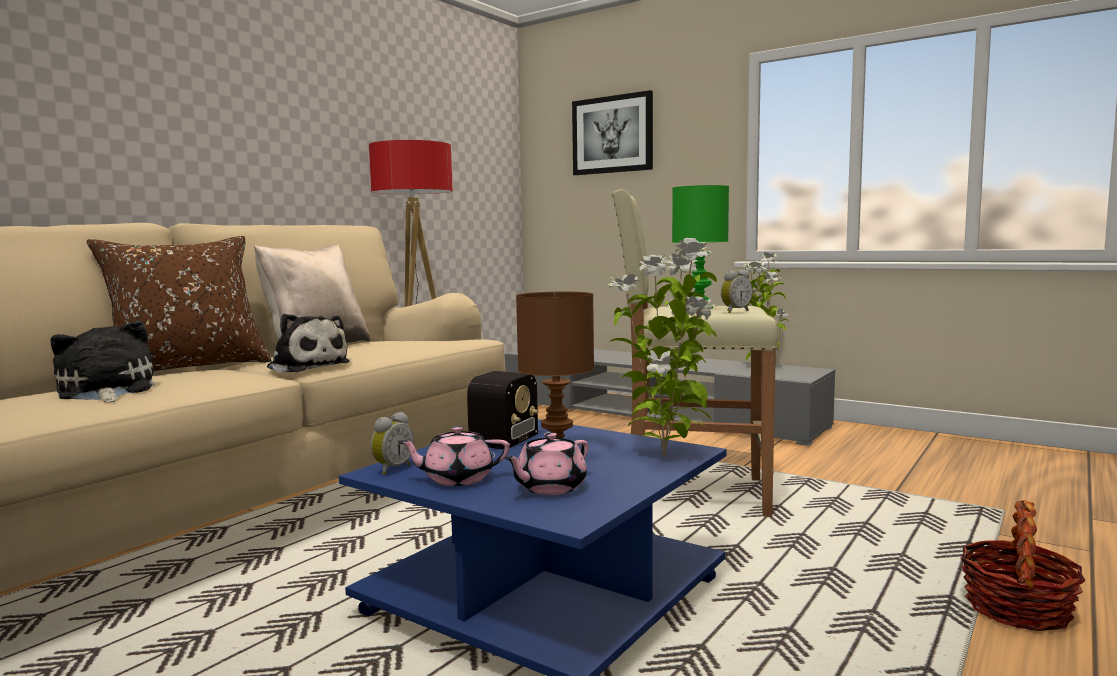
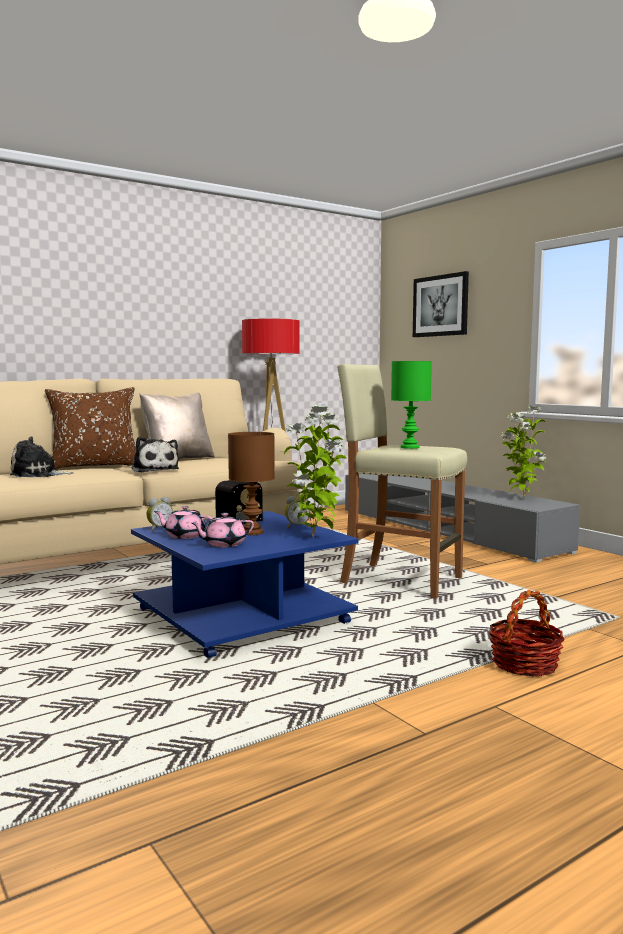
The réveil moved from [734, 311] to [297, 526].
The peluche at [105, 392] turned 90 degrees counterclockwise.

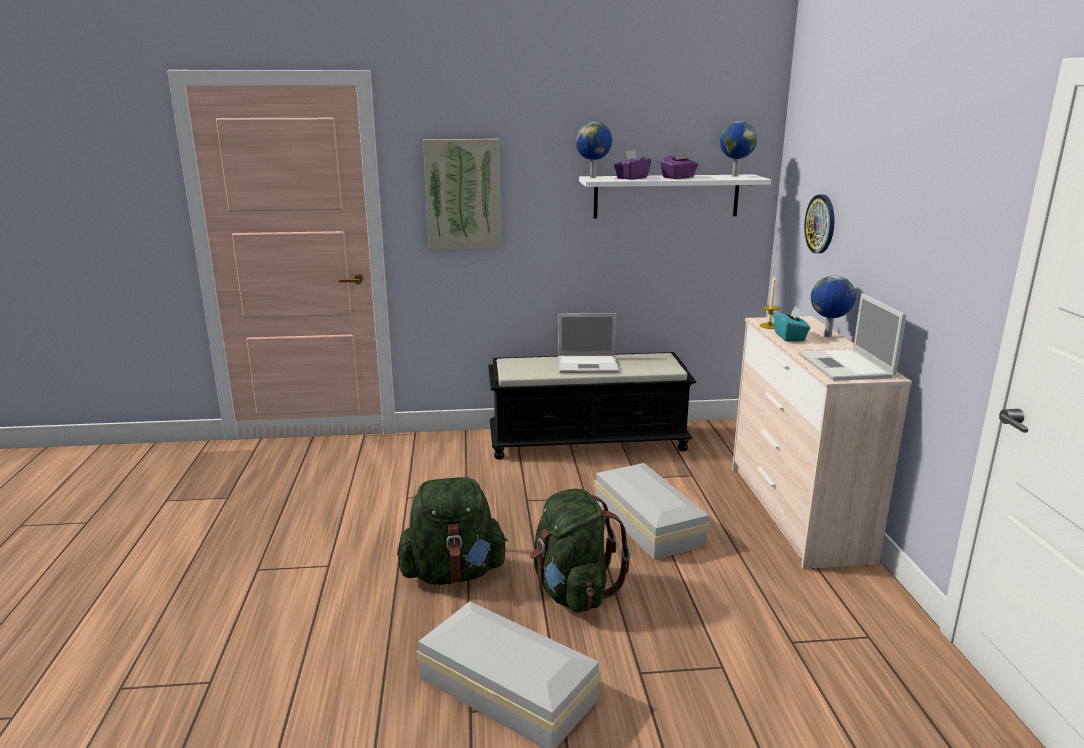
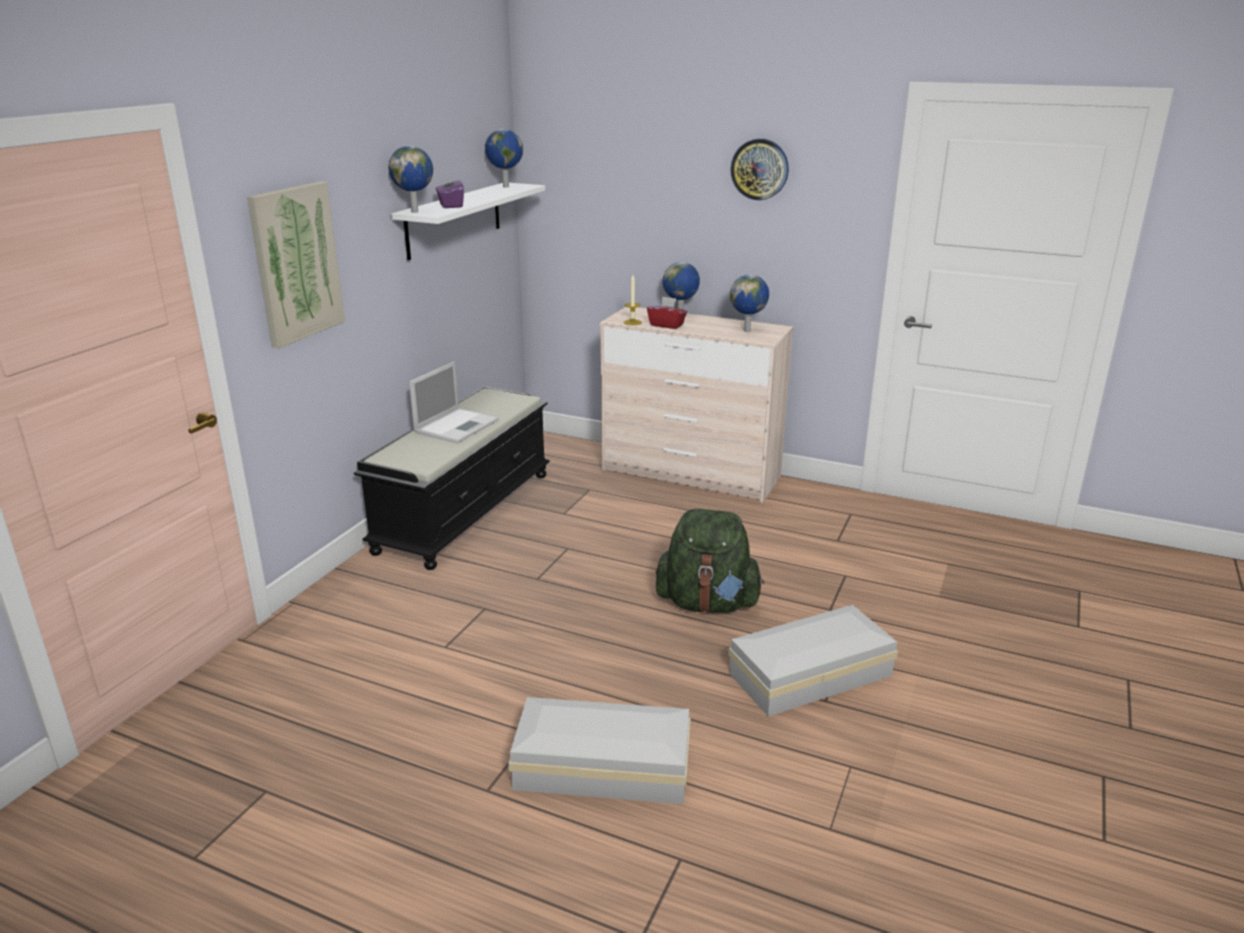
The boîte à mouchoirs (violet) at [678, 177] disappeared.
The horloge murale moved from [821, 224] to [759, 169].
The ordinateur portable at [846, 366] was replaced by the globe at [748, 331].
The boîte à mouchoirs (turquoise) at [789, 337] became the boîte à mouchoirs (rouge) at [666, 325].
The boîte de rangement (blanc) moved from [648, 521] to [600, 765].
The sac à dos (vert) at [453, 573] disappeared.

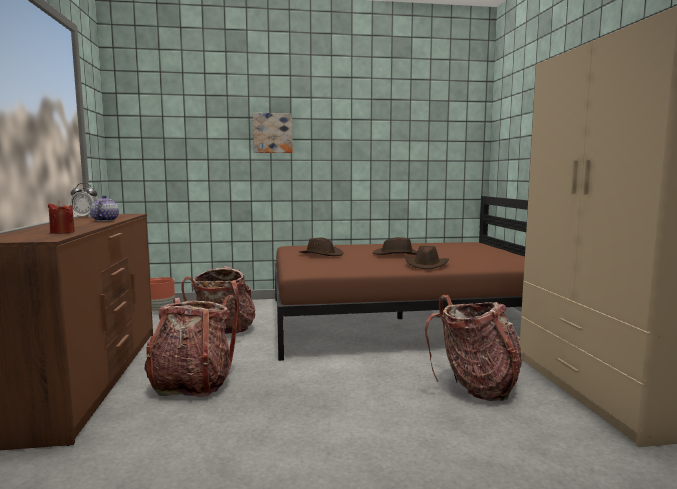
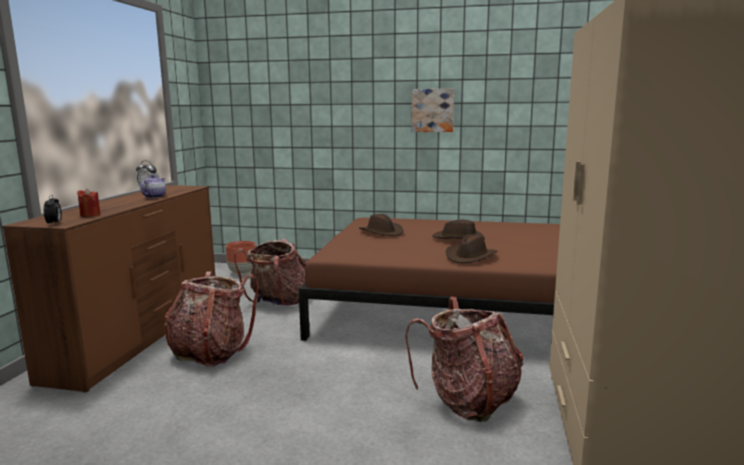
The tableau moved from [272, 133] to [432, 110].
The réveil at [54, 223] appeared.

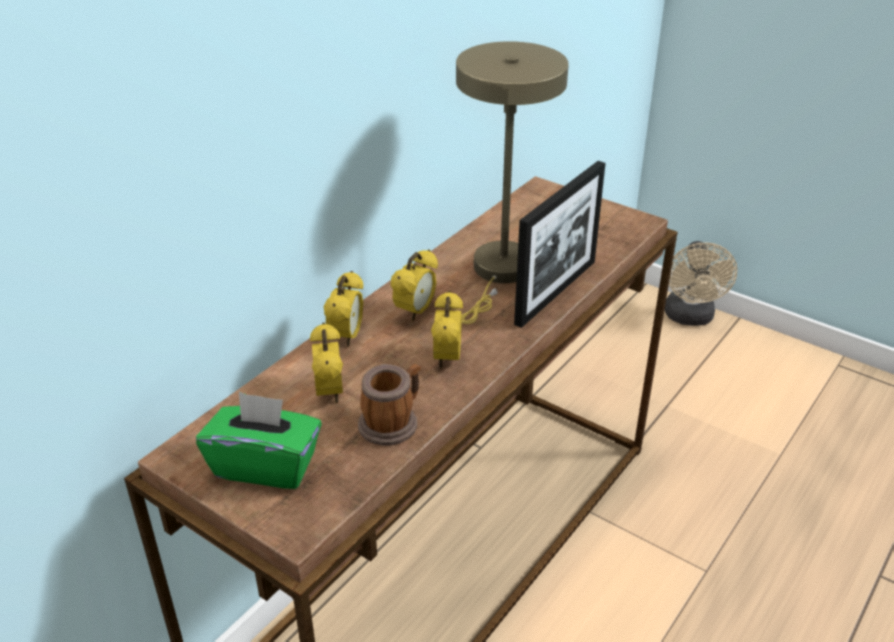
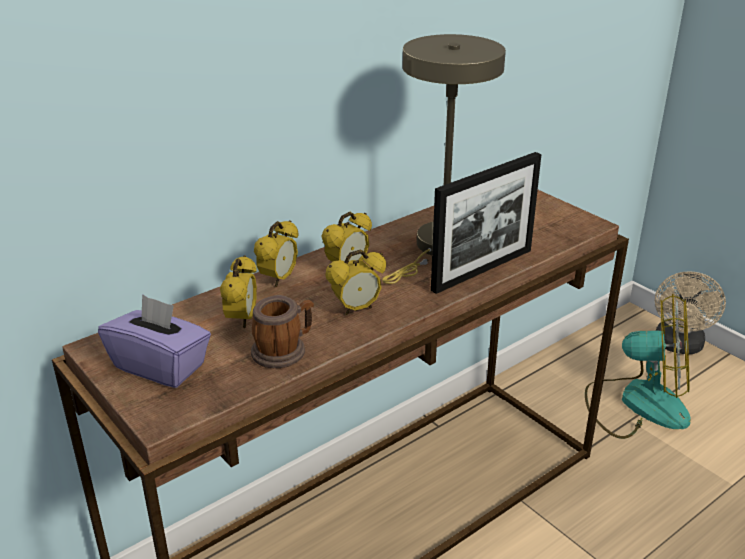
The réveil at [447, 359] turned 135 degrees counterclockwise.
The boîte à mouchoirs (vert) at [266, 465] became the boîte à mouchoirs (violet) at [161, 366].
The ventilateur at [637, 403] appeared.

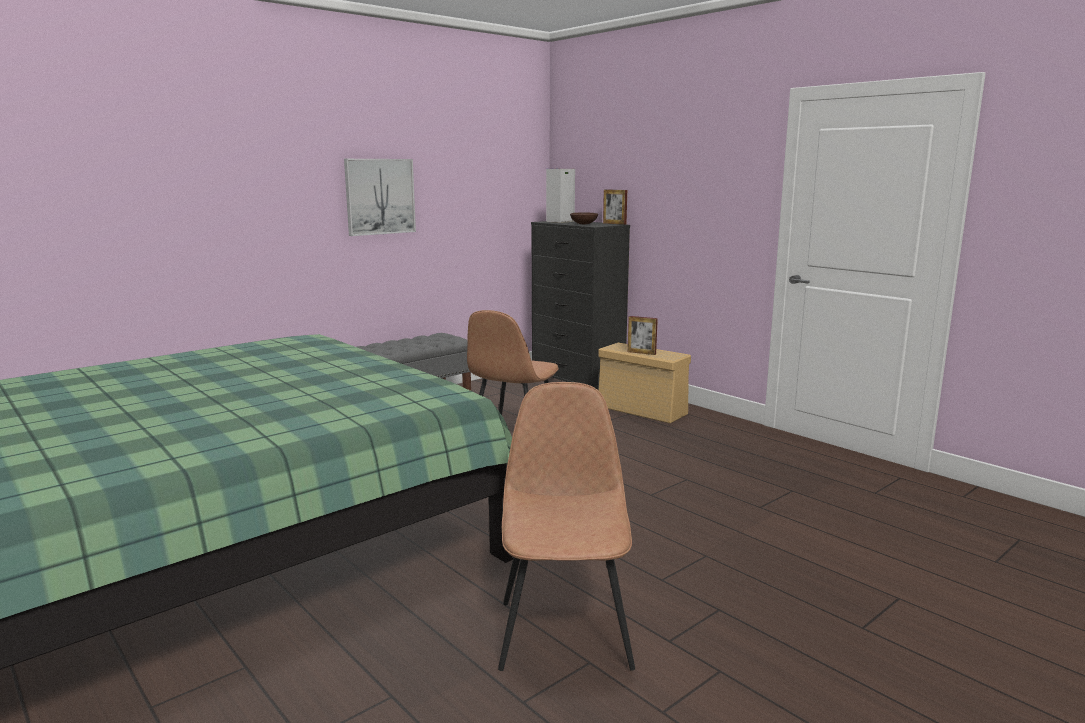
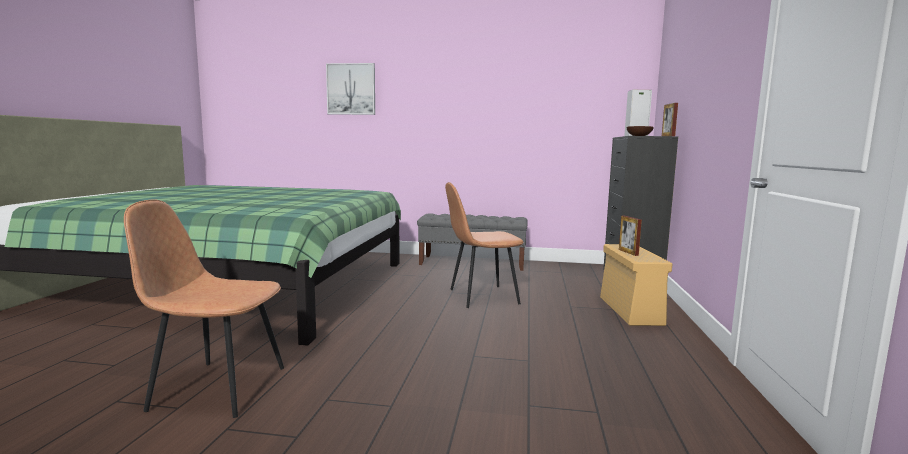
The tableau moved from [380, 196] to [351, 89].
The chaise (marron) at [565, 631] turned 135 degrees counterclockwise.

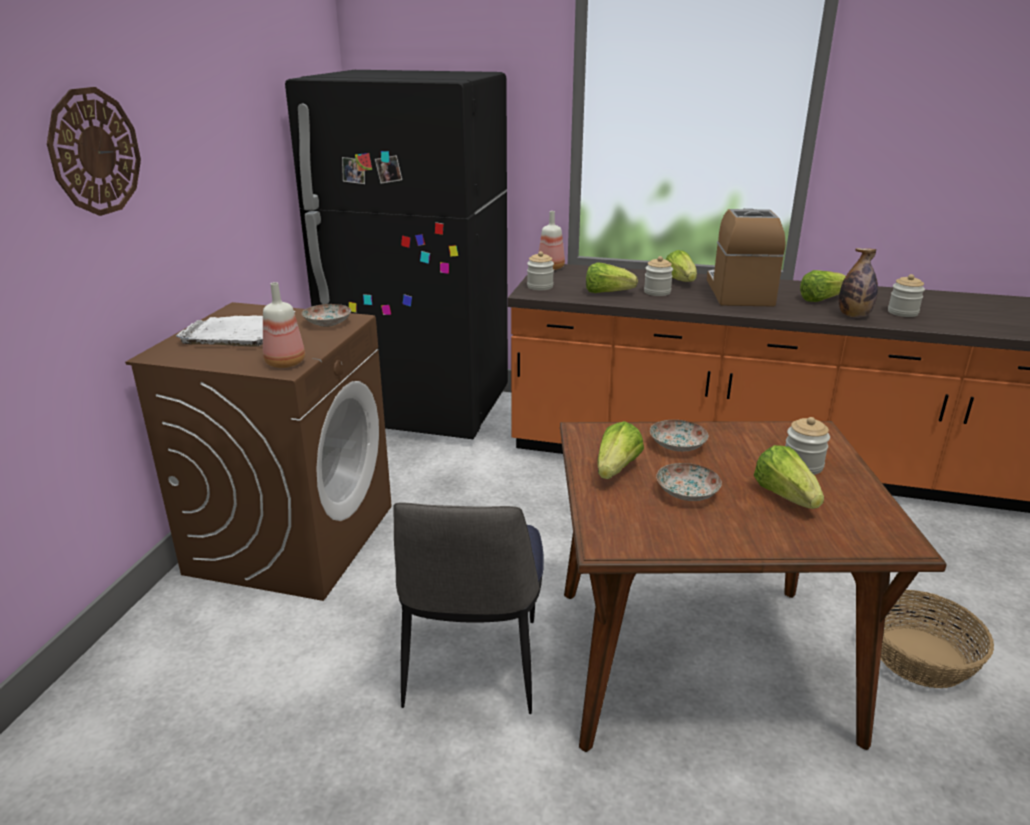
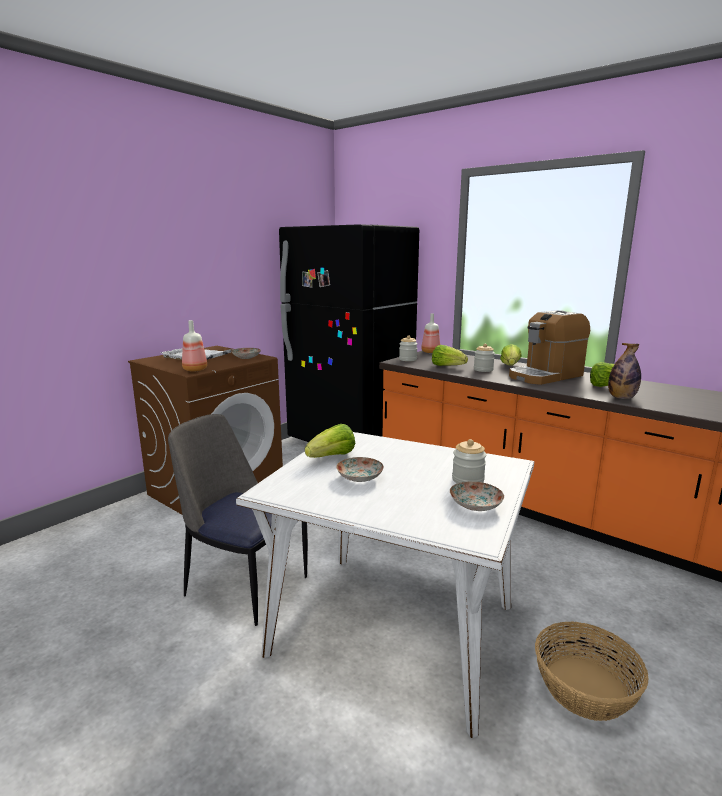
The horloge murale at [94, 152] disappeared.
The machine à café at [739, 292] turned 150 degrees counterclockwise.
The bocal at [902, 312] disappeared.
The assiette moved from [678, 445] to [476, 505].
The table à manger (marron) at [698, 662] became the table à manger (blanc) at [392, 629].
The laitue at [785, 496] disappeared.
The chaise at [472, 666] turned 90 degrees clockwise.

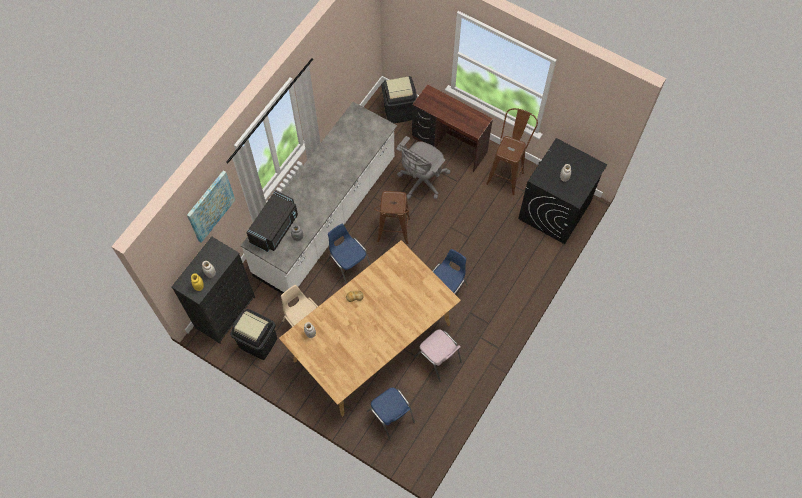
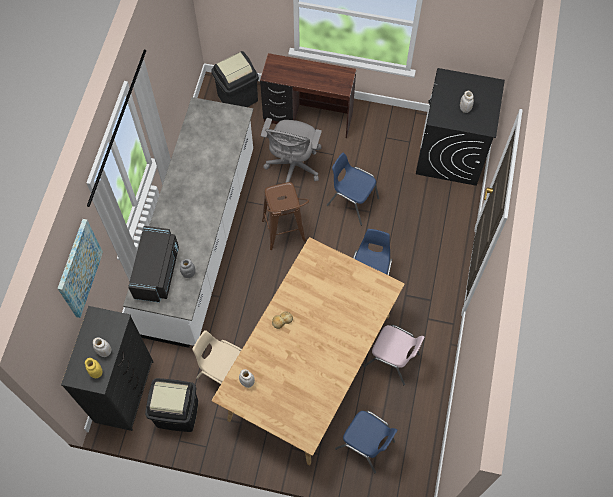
The tabouret (marron) at [507, 173] disappeared.
The chaise (bleu) moved from [348, 265] to [352, 202].

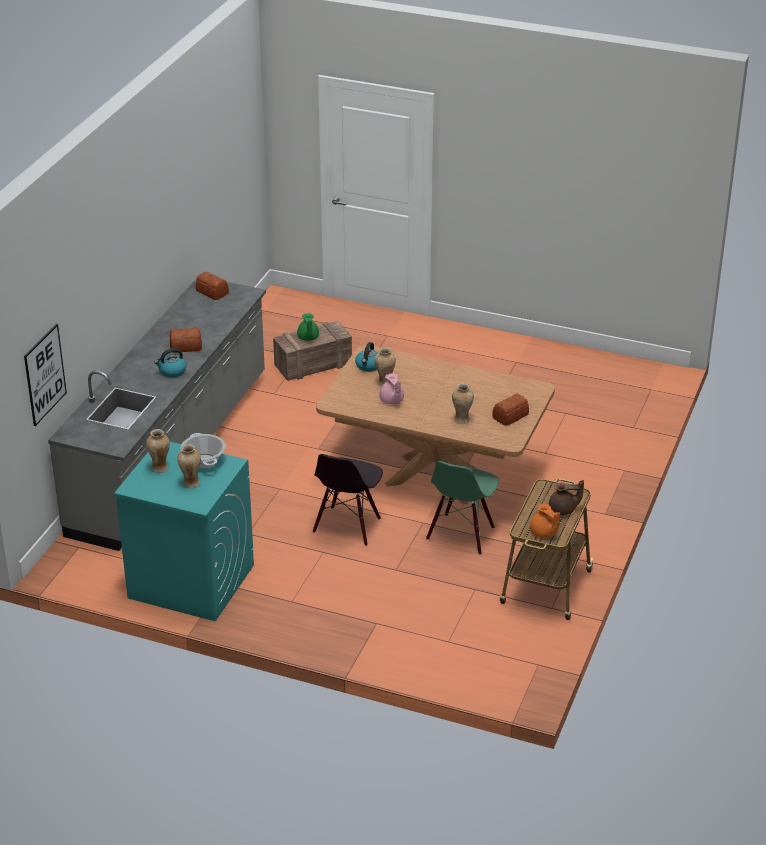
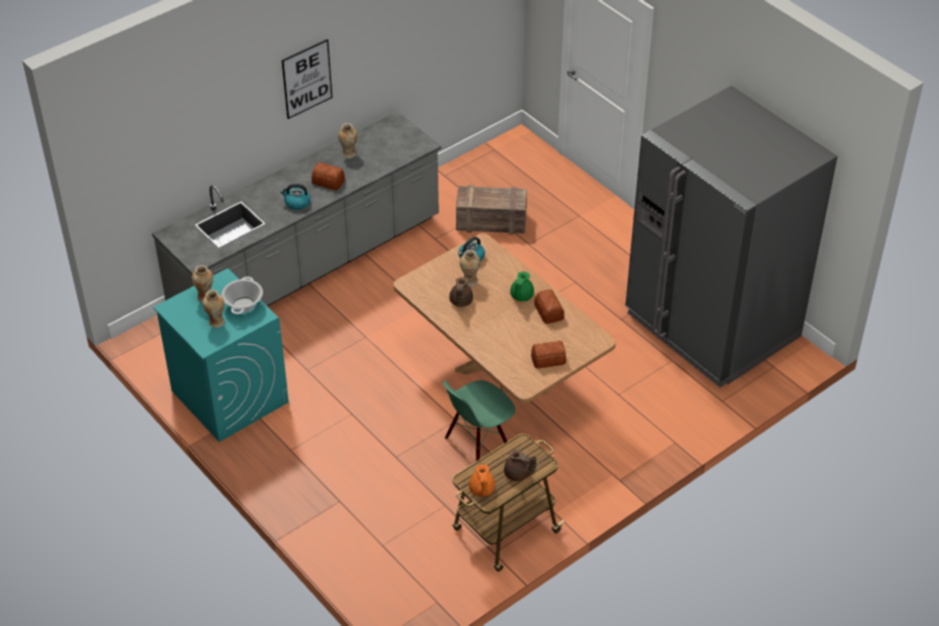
The pain moved from [212, 292] to [548, 312].
The théière (vert) moved from [308, 338] to [521, 296].
The tableau moved from [45, 374] to [307, 78].
The théière (rose) at [392, 401] became the théière (marron) at [460, 302].
The vase moved from [462, 420] to [348, 154].
The chaise (noir) at [347, 526] disappeared.
The réfrigérateur (gris) at [712, 325] appeared.

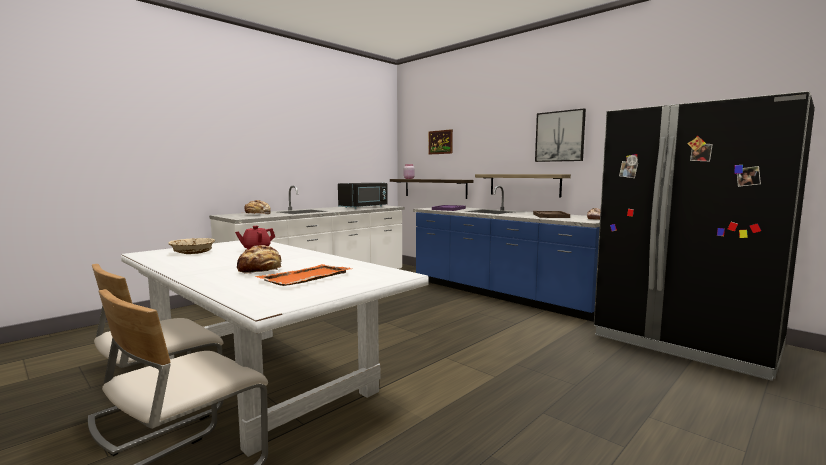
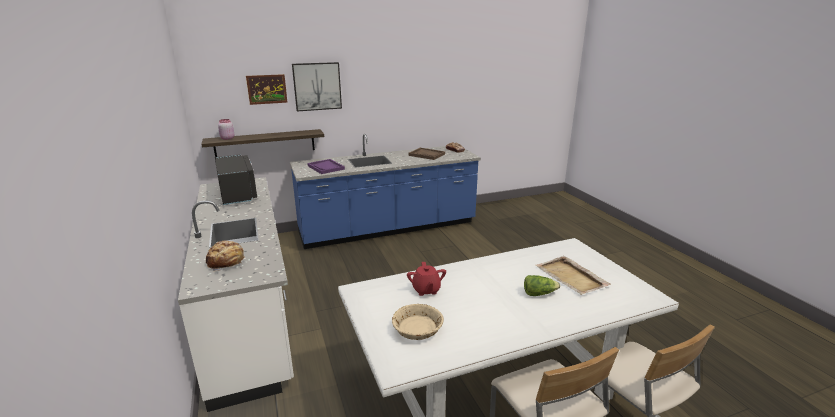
The réfrigérateur (noir) at [686, 341] disappeared.
The tableau moved from [560, 136] to [317, 86].
The étagère at [524, 185] disappeared.
The pain at [260, 270] was replaced by the laitue at [539, 293].
The plateau (orange) at [305, 277] became the plateau (beige) at [571, 277].

